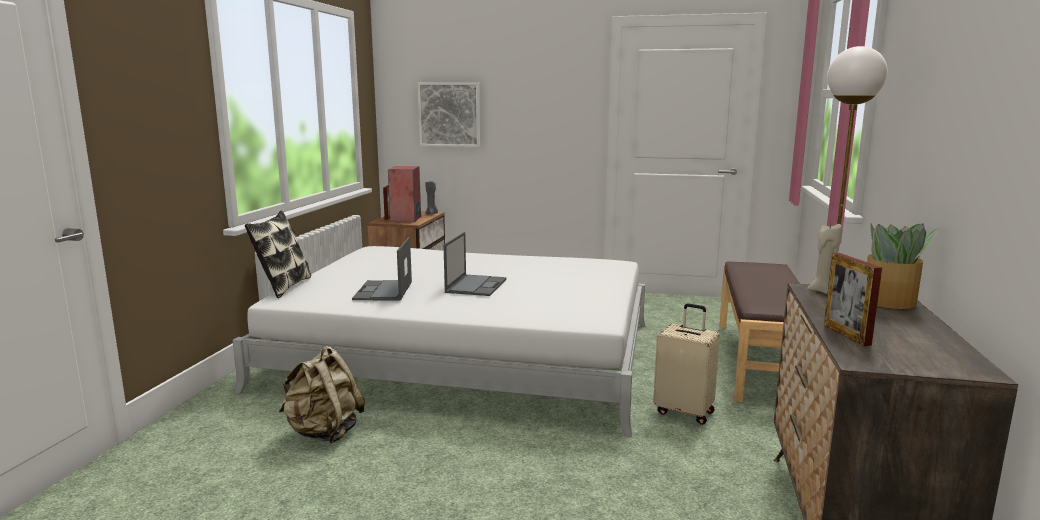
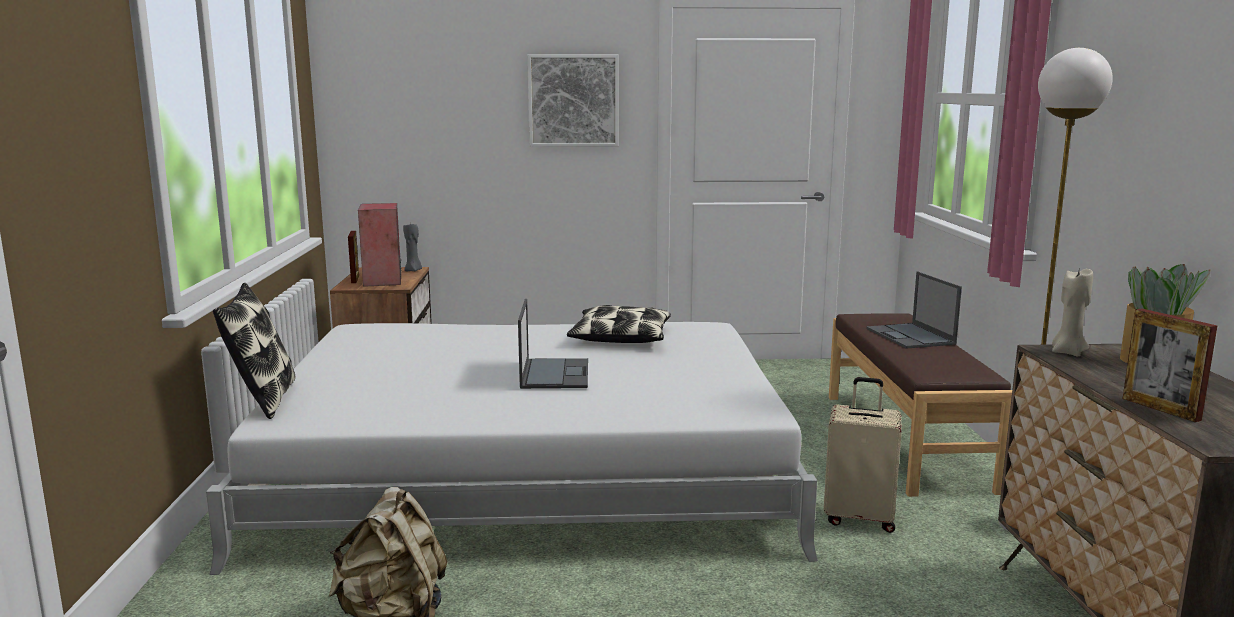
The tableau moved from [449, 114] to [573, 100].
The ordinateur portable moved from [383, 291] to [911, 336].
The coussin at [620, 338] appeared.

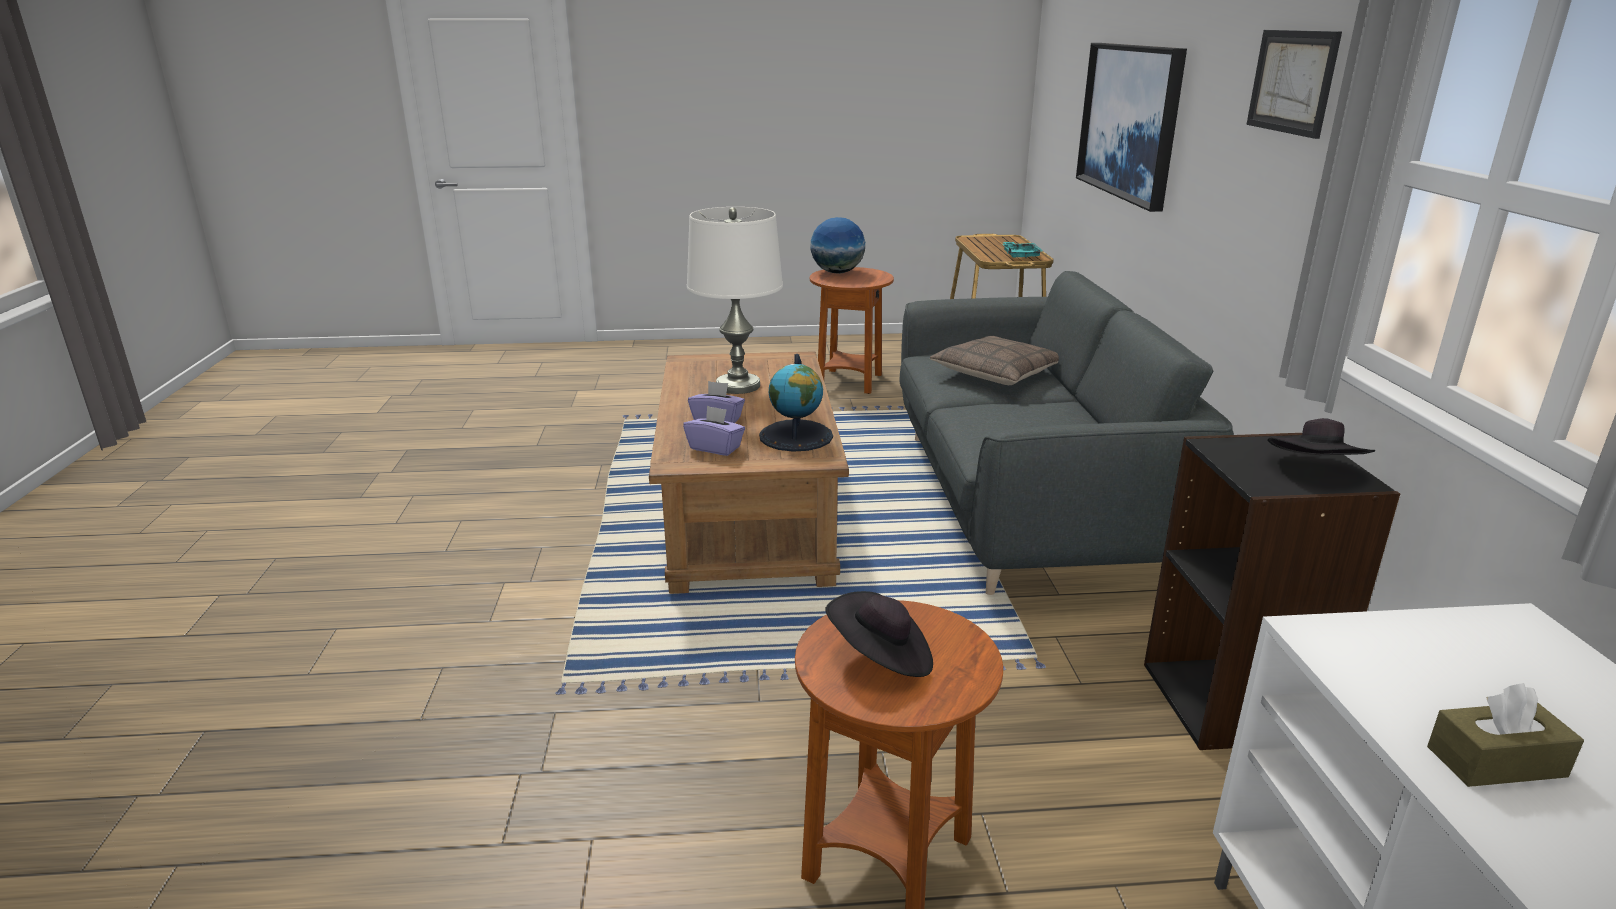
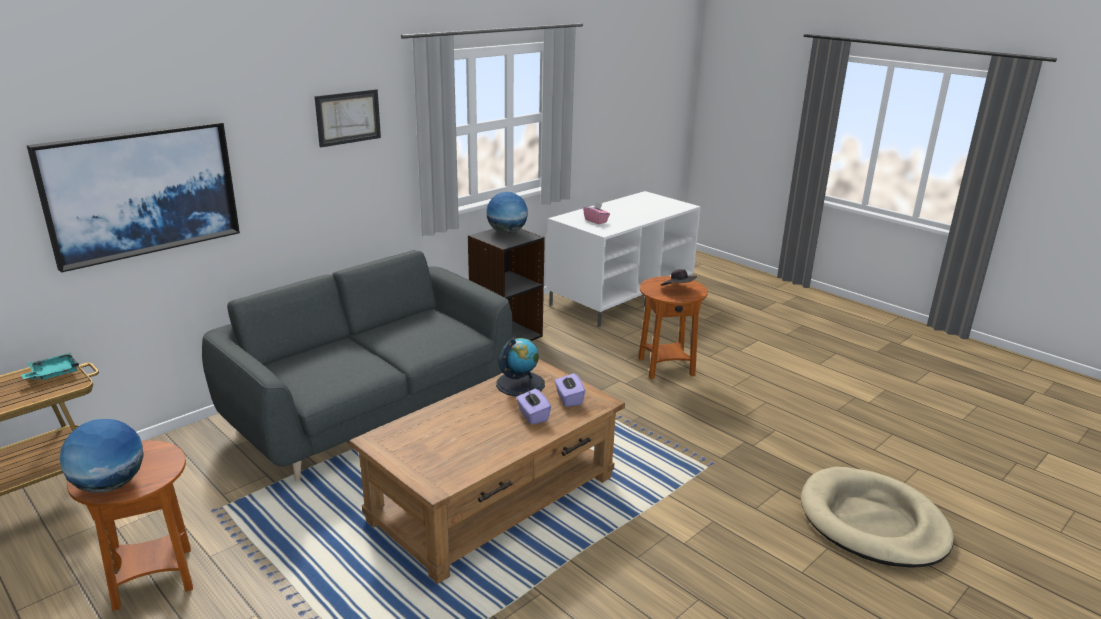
The lampe de table (blanc) at [738, 386] disappeared.
The coussin at [998, 373] disappeared.
The chapeau (noir) at [1315, 470] was replaced by the globe at [507, 232].
The boîte à mouchoirs (marron) at [1496, 762] disappeared.
The boîte à mouchoirs (rose) at [596, 221] appeared.
The panier pour chien (beige) at [872, 522] appeared.

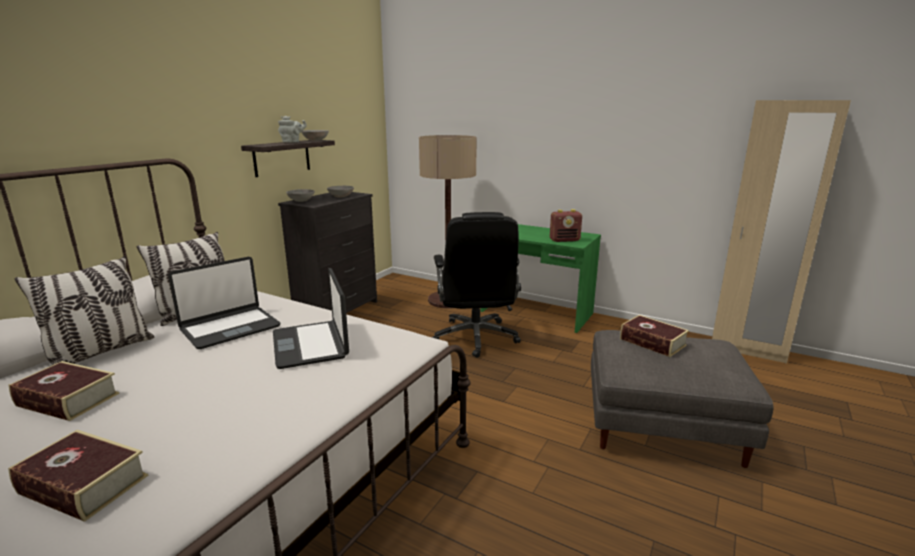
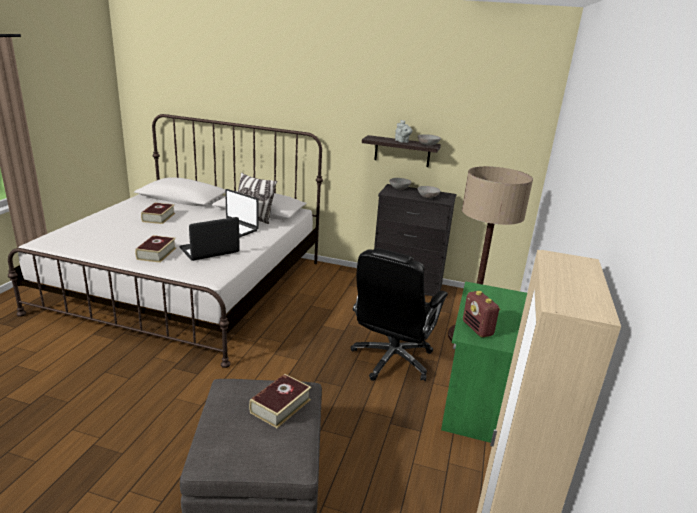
The chaise de bureau (noir) at [475, 338] turned 45 degrees counterclockwise.
The coussin at [100, 352] disappeared.
The livre moved from [83, 485] to [156, 253].

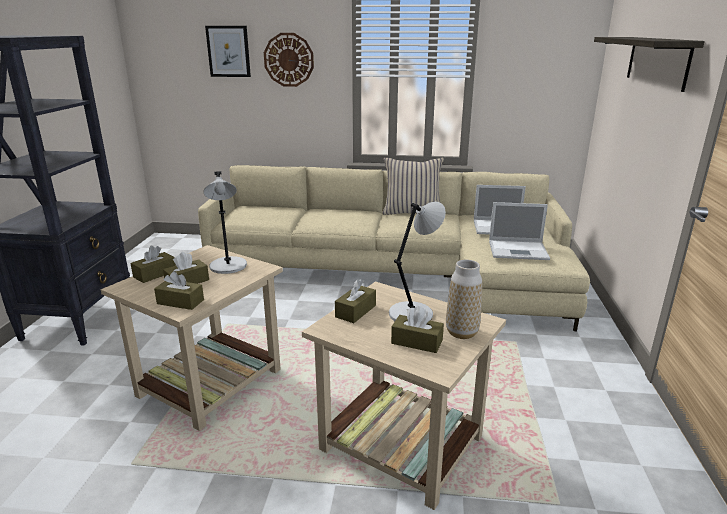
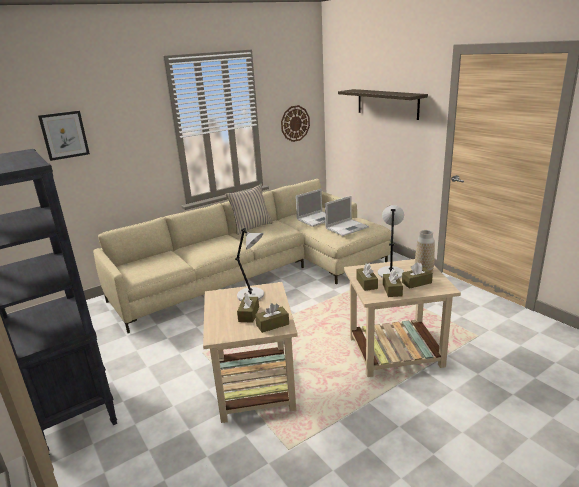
The horloge murale moved from [289, 60] to [295, 123].
The boîte à mouchoirs (marron) moved from [155, 274] to [392, 290].

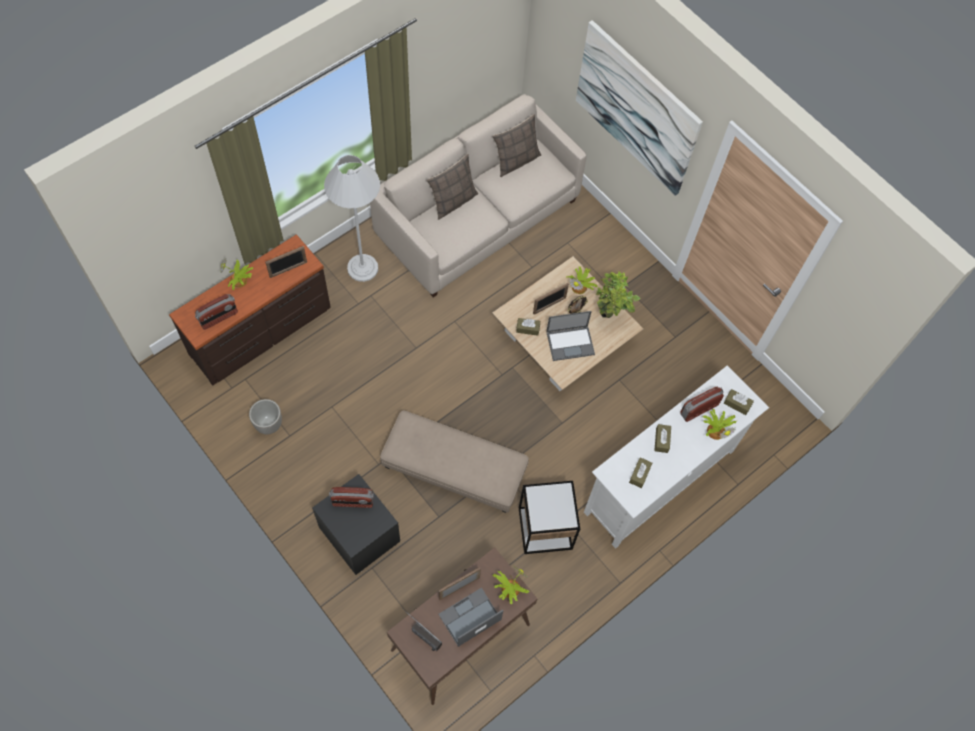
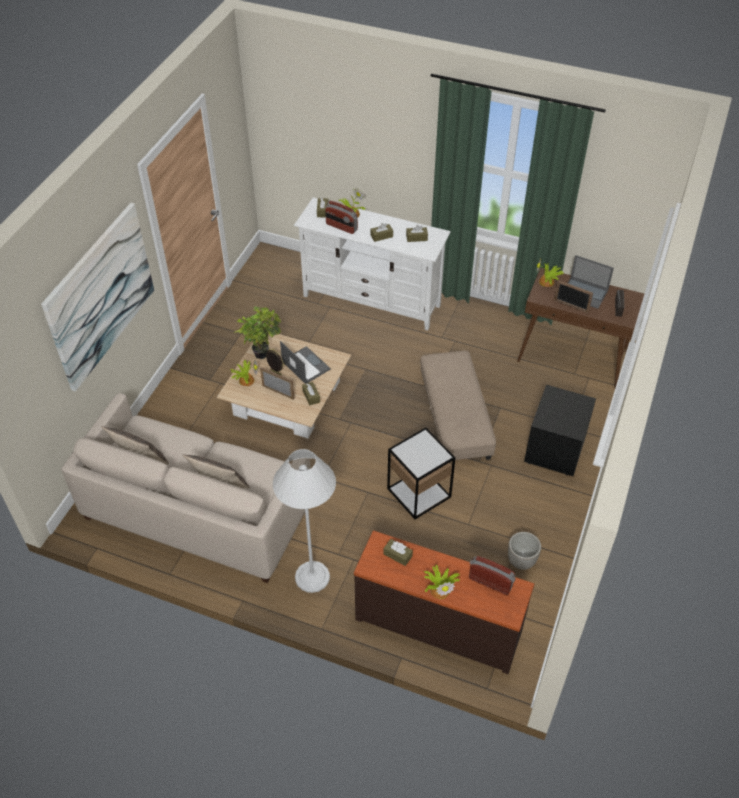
The cadre photo at [288, 269] was replaced by the boîte à mouchoirs (marron) at [397, 555].
The table d'appoint moved from [545, 528] to [419, 493].
The radio at [353, 502] disappeared.

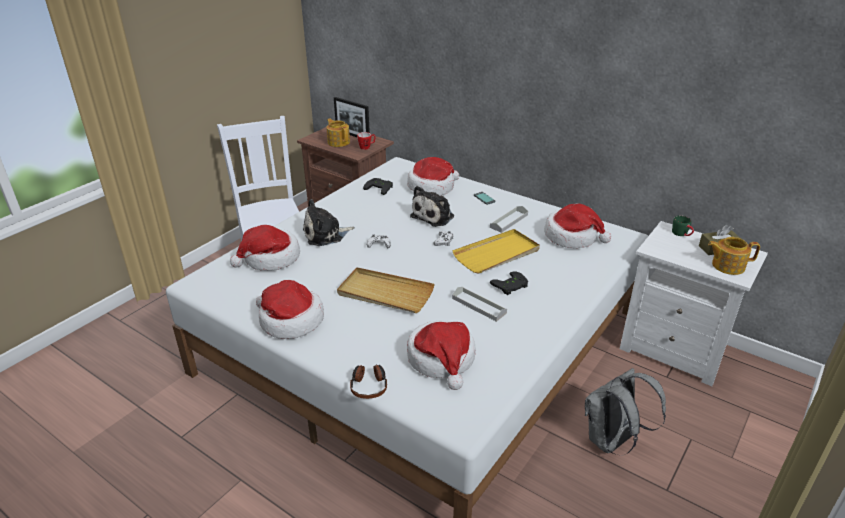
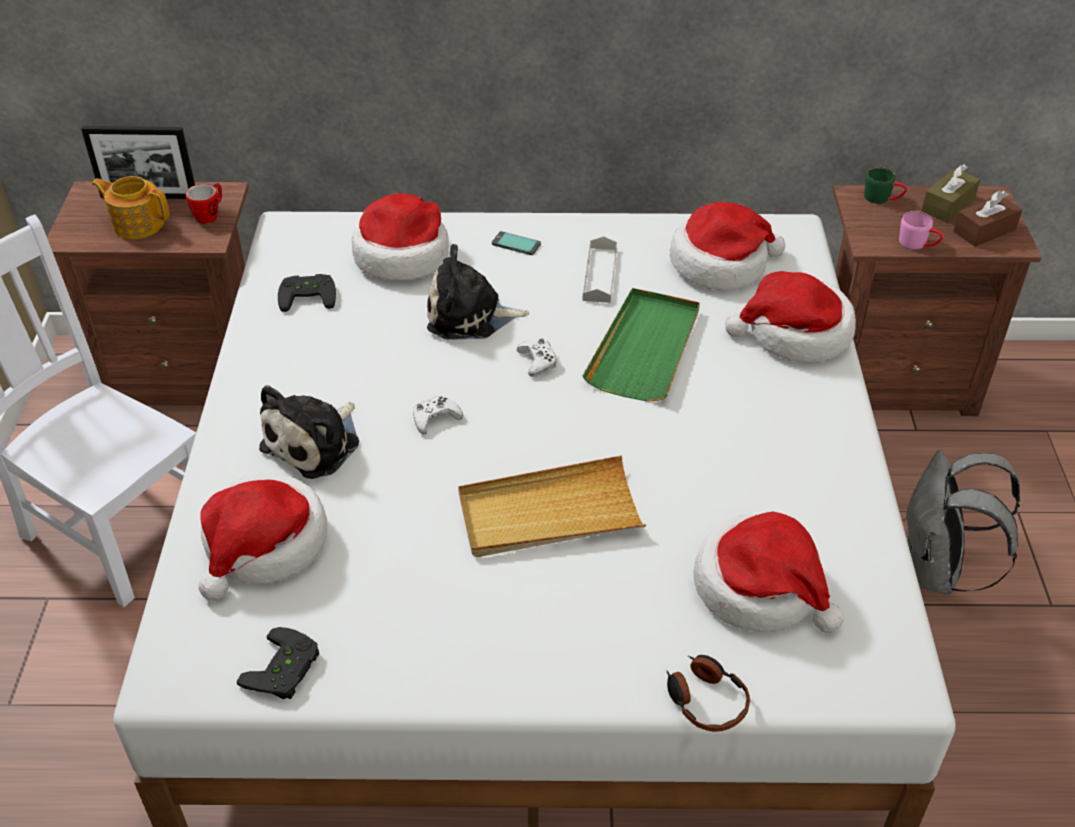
The peluche at [434, 216] turned 90 degrees clockwise.
The table de chevet (blanc) at [675, 350] became the table de chevet (marron) at [892, 380].
The plateau (jaune) at [497, 254] became the plateau (vert) at [645, 348].
The théière at [727, 265] was replaced by the boîte à mouchoirs (marron) at [984, 230].
The manette (noir) moved from [511, 286] to [285, 670].
The chapeau moved from [290, 320] to [795, 334].
The plateau (gris) at [479, 306] disappeared.
The mug (rose) at [918, 244] appeared.

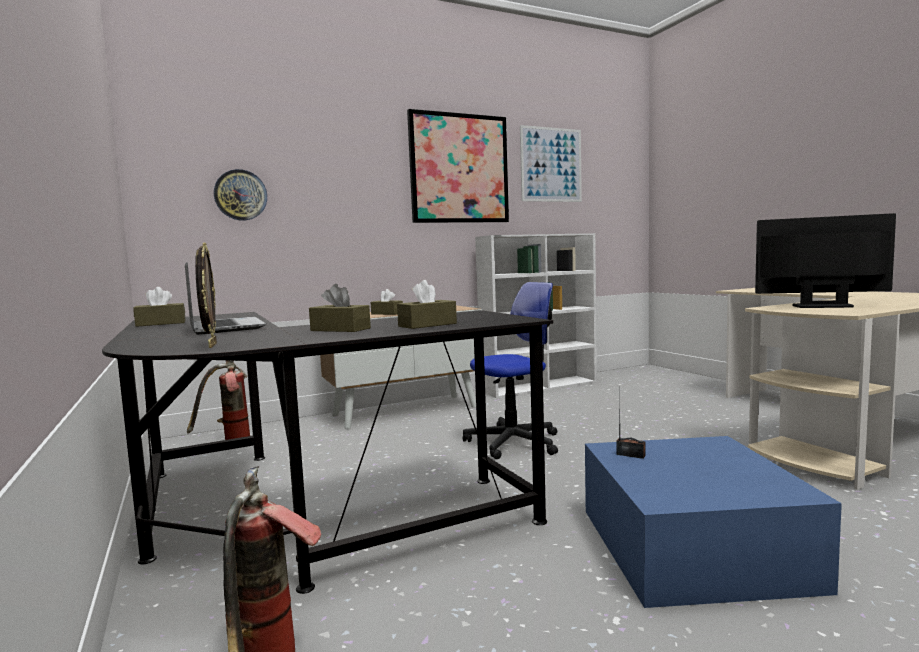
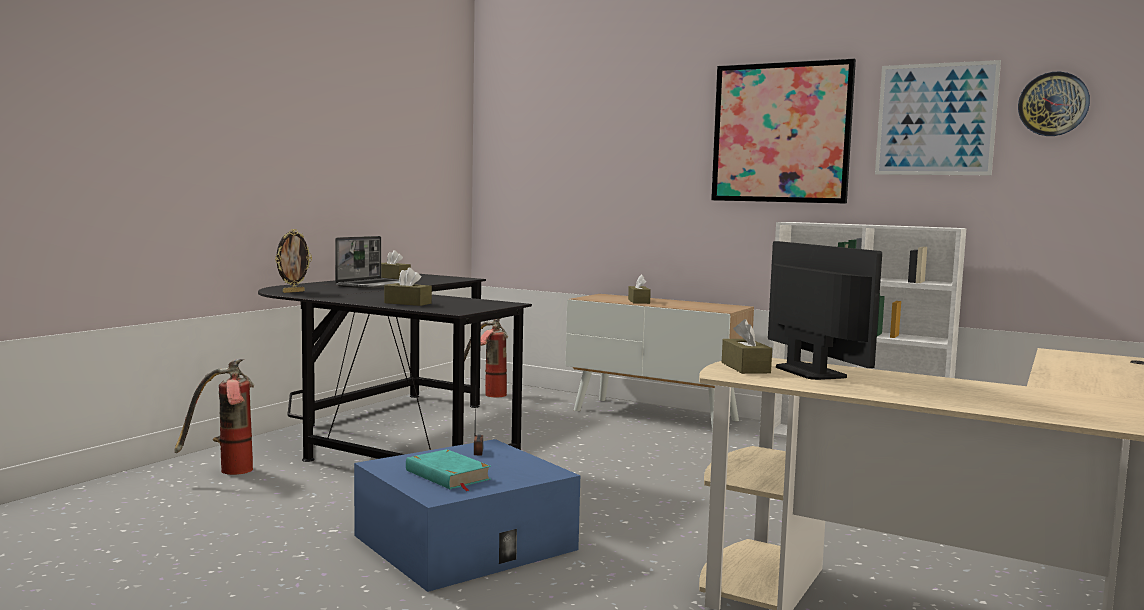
The horloge murale moved from [240, 195] to [1053, 104].
The chaise de bureau at [514, 442] disappeared.
The boîte à mouchoirs (marron) moved from [340, 329] to [745, 368].
The livre (turquoise) at [447, 475] appeared.

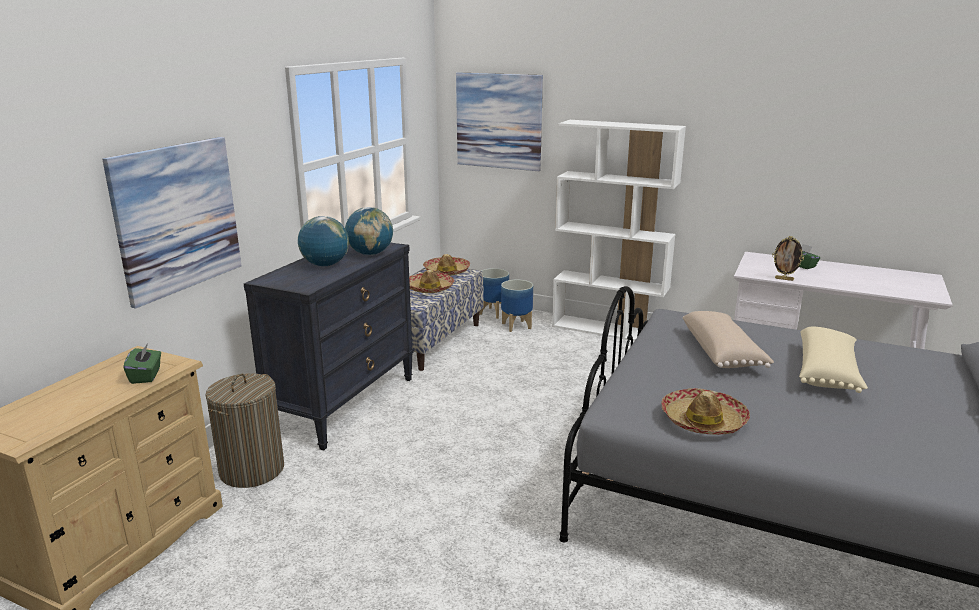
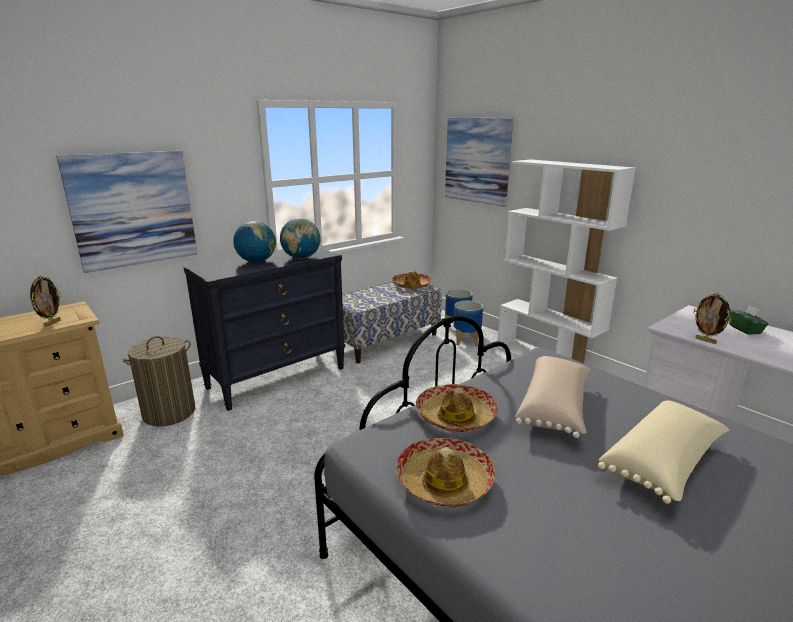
The chapeau moved from [429, 288] to [455, 416].
The boîte à mouchoirs (vert) at [146, 376] was replaced by the cadre photo at [52, 323].

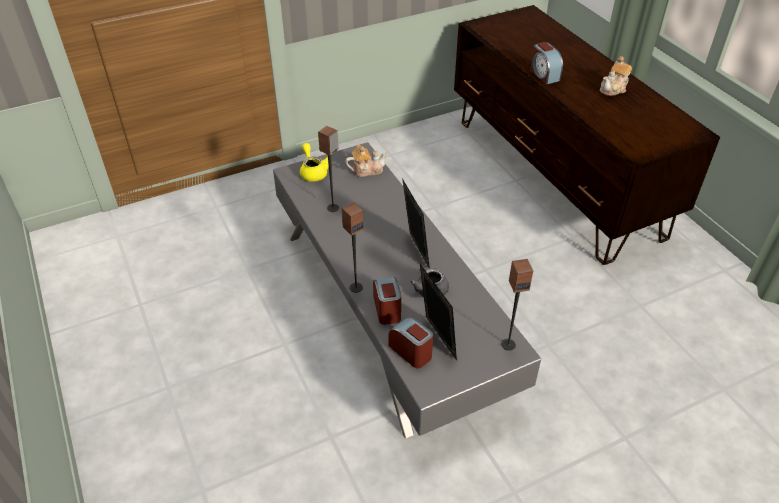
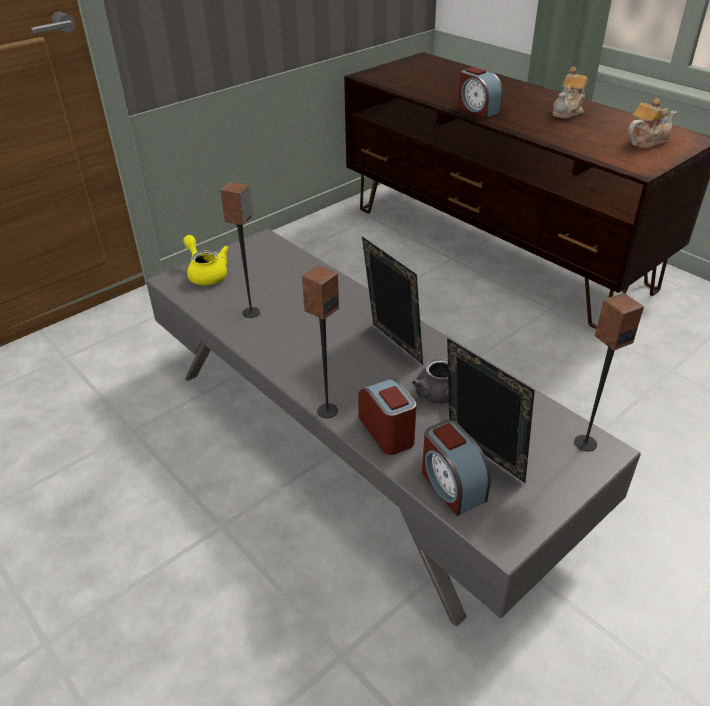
The théière moved from [366, 170] to [646, 141].
The réveil at [411, 351] turned 150 degrees counterclockwise.

